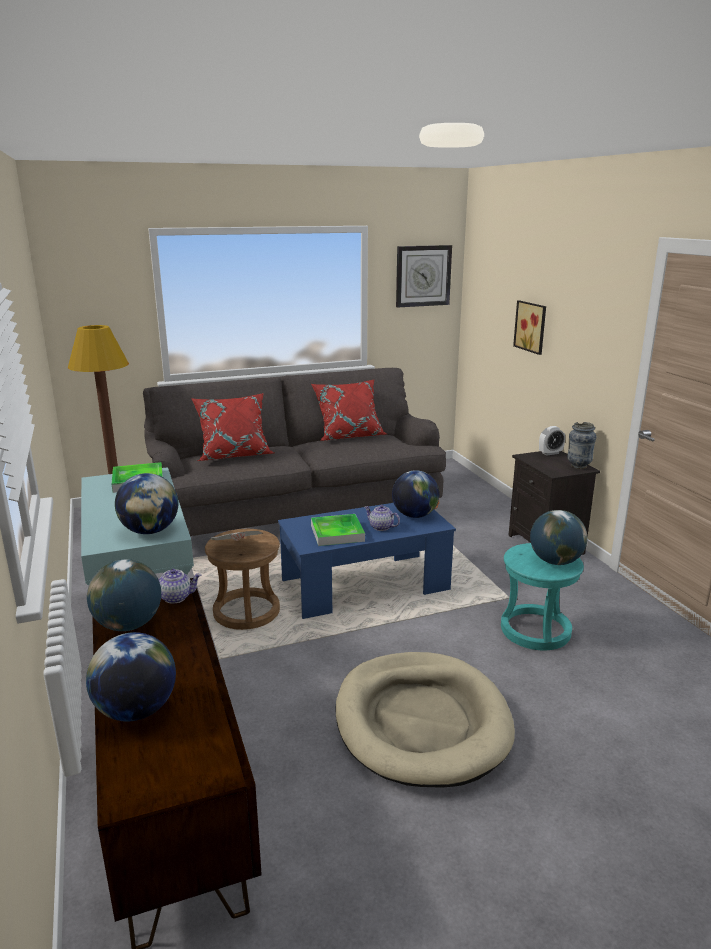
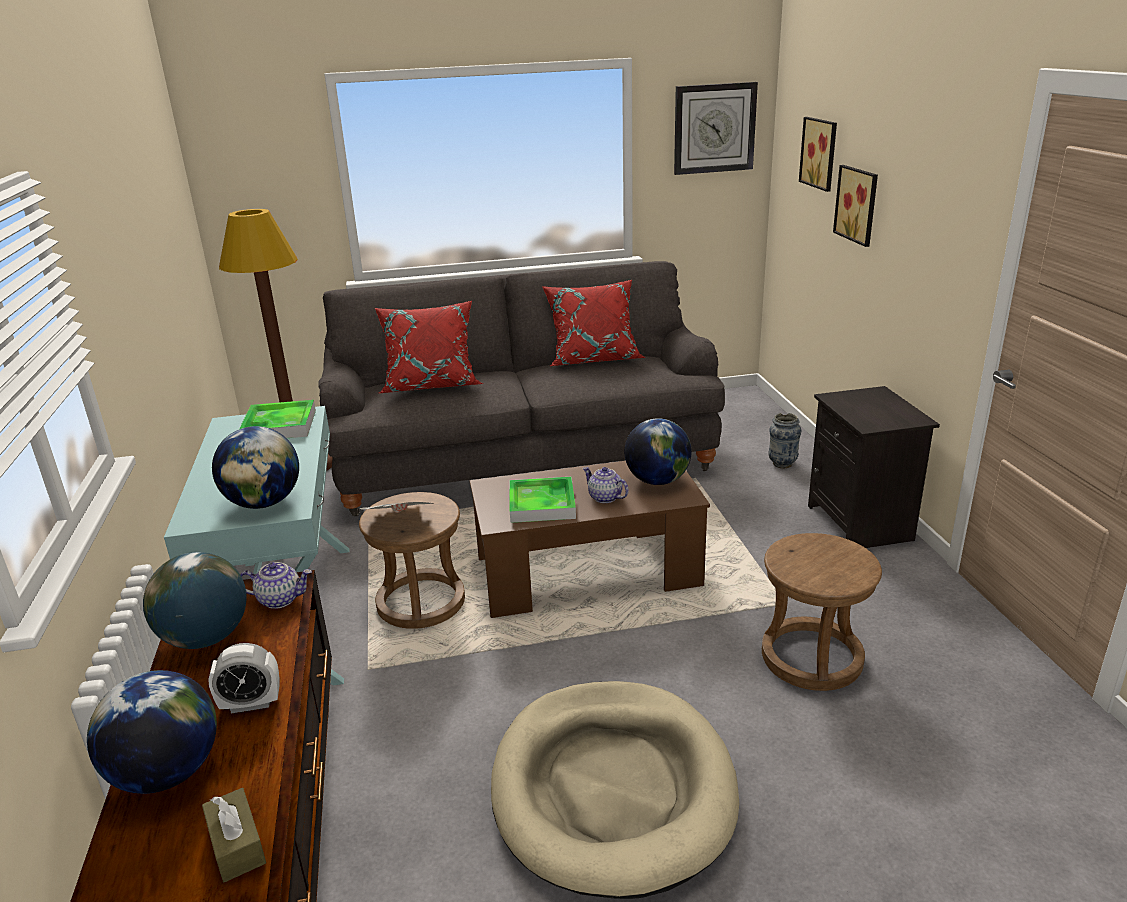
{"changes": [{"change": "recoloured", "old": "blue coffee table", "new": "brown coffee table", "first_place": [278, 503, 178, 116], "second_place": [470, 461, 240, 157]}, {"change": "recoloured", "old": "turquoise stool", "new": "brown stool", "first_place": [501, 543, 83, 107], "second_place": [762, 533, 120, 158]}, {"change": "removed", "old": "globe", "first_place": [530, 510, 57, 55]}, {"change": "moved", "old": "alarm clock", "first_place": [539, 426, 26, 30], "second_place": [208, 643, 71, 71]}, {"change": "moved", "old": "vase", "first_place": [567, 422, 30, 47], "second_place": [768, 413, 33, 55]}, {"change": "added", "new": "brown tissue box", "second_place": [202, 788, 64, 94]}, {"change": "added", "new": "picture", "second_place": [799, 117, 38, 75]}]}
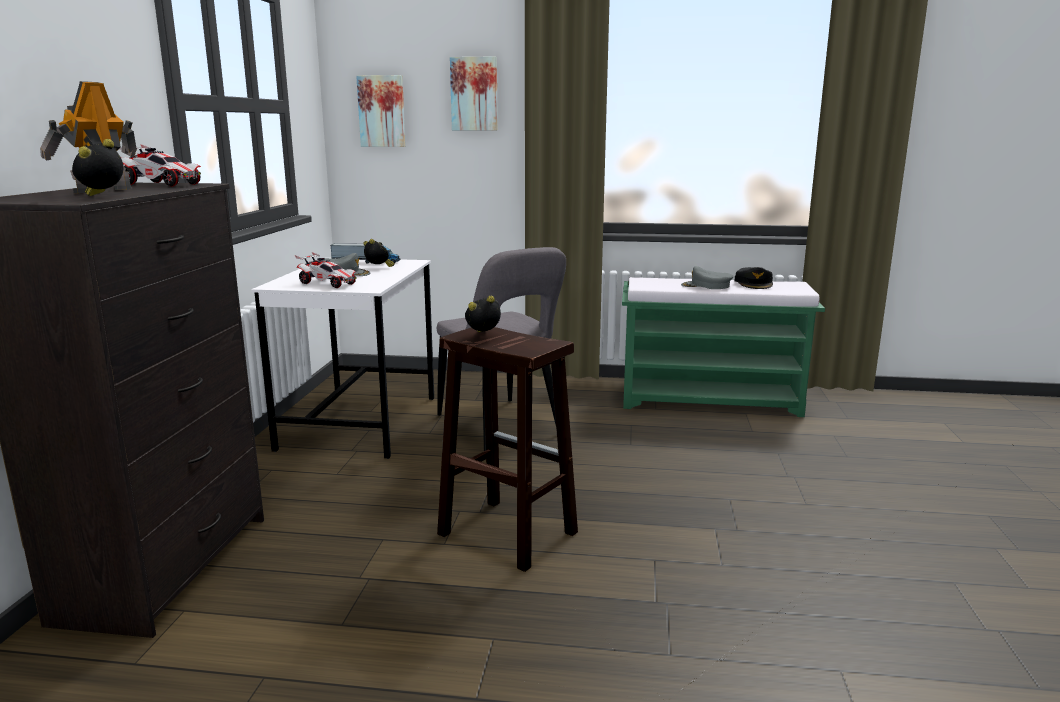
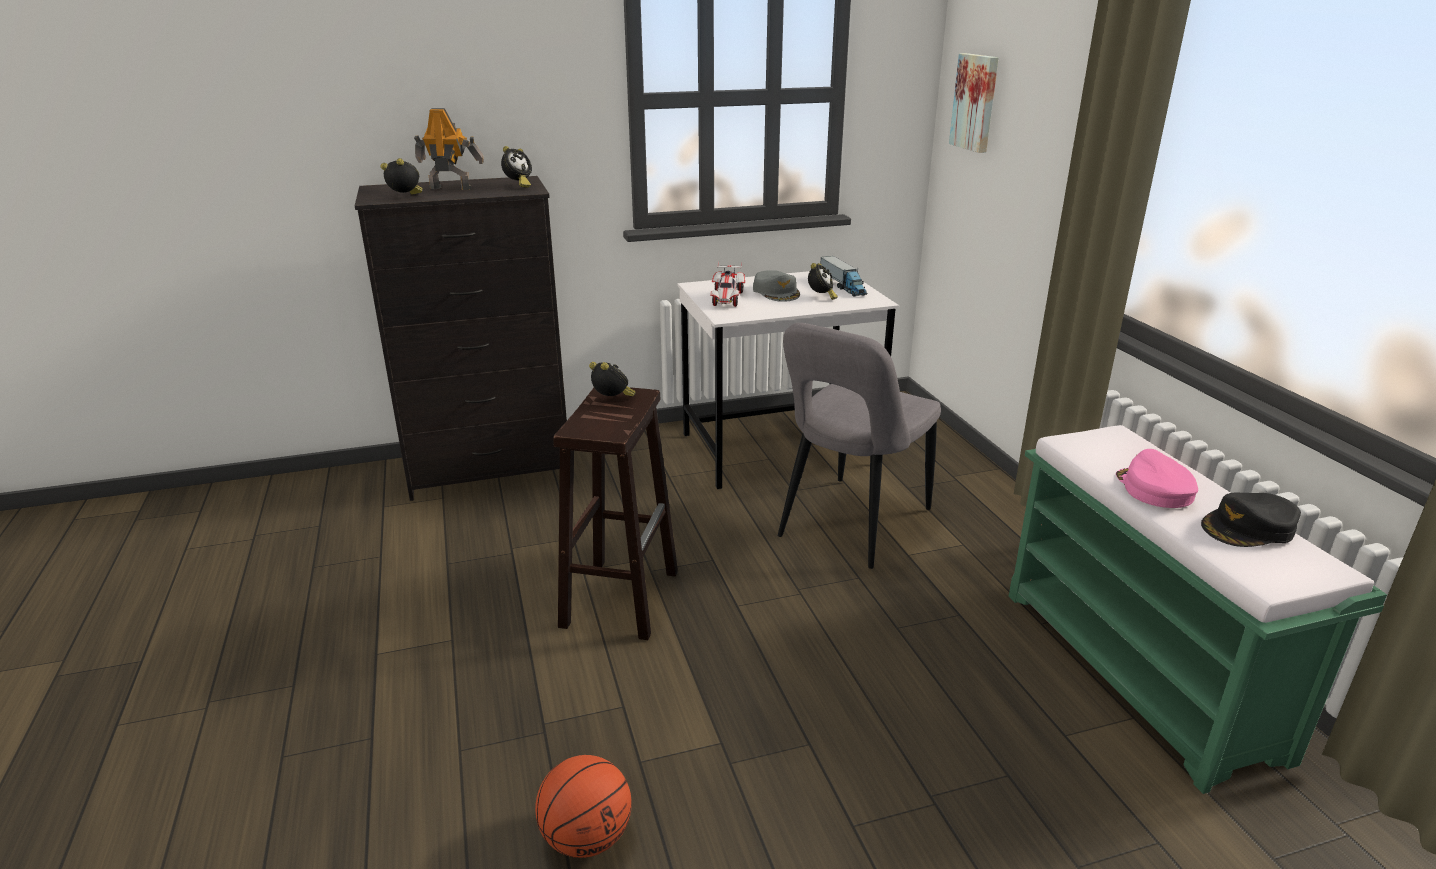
{"changes": [{"change": "replaced", "old": "toy car", "new": "alarm clock", "first_place": [119, 144, 82, 43], "second_place": [501, 146, 31, 42]}, {"change": "removed", "old": "picture", "first_place": [450, 56, 48, 74]}, {"change": "recoloured", "old": "grey cap", "new": "pink cap", "first_place": [681, 266, 52, 23], "second_place": [1116, 449, 82, 59]}, {"change": "added", "new": "basketball", "second_place": [535, 755, 97, 103]}]}
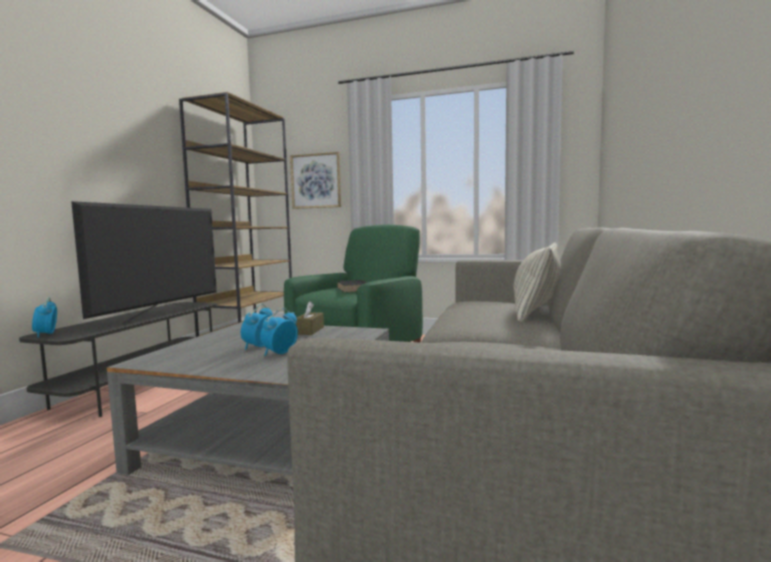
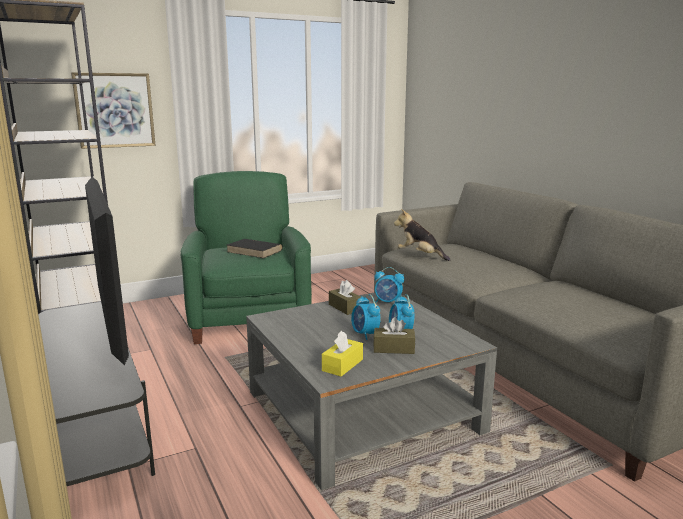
{"changes": [{"change": "moved", "old": "alarm clock", "first_place": [32, 297, 25, 41], "second_place": [374, 267, 30, 36]}, {"change": "removed", "old": "pillow", "first_place": [514, 242, 47, 80]}, {"change": "added", "new": "yellow tissue box", "second_place": [322, 331, 41, 45]}, {"change": "added", "new": "brown tissue box", "second_place": [373, 317, 42, 37]}, {"change": "added", "new": "plush toy", "second_place": [394, 209, 56, 52]}]}
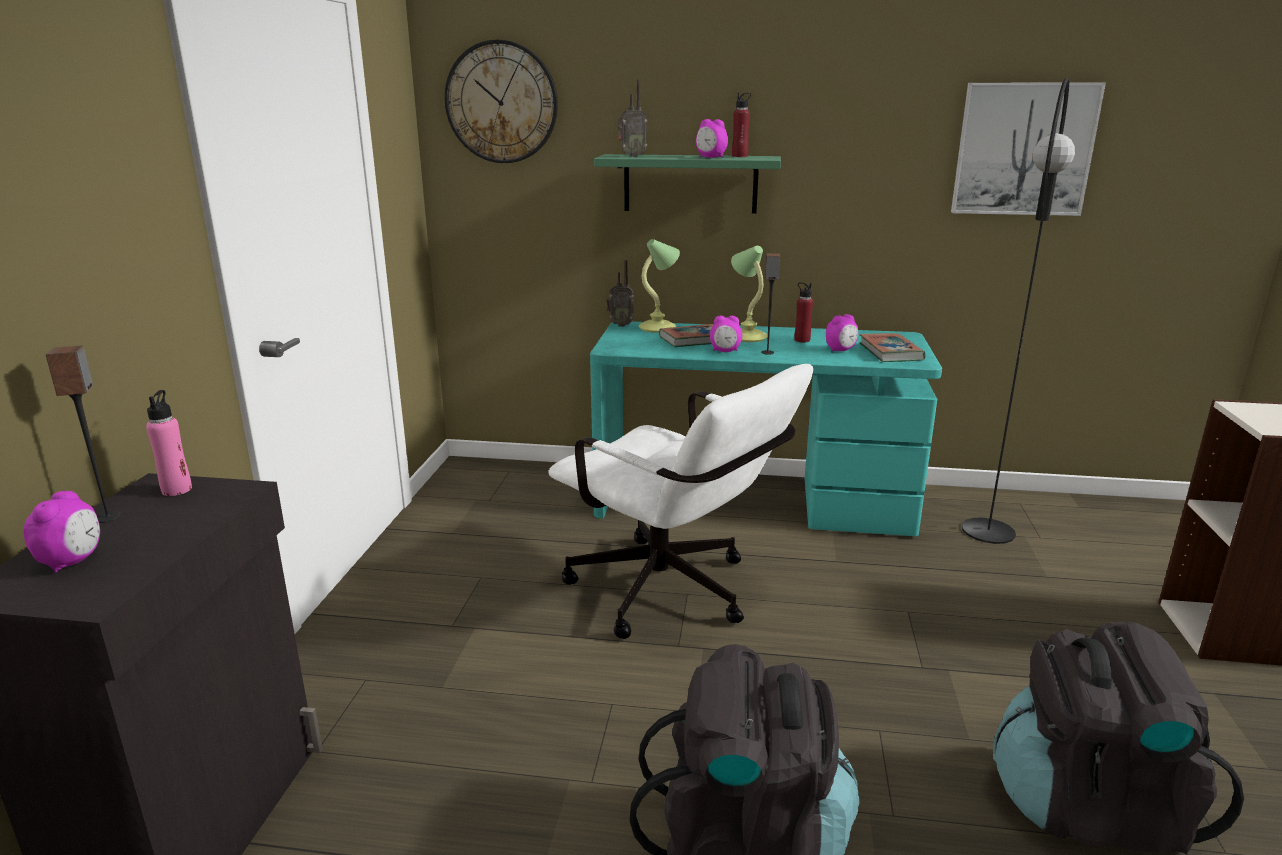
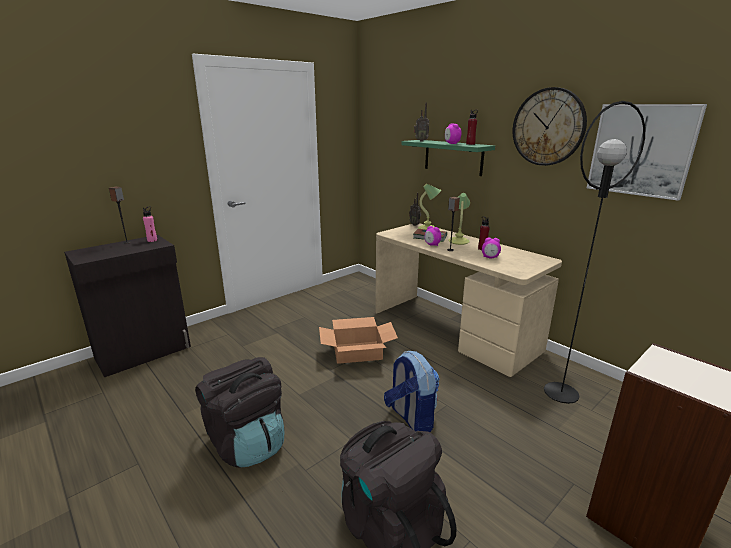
{"changes": [{"change": "removed", "old": "alarm clock", "first_place": [23, 491, 77, 82]}, {"change": "moved", "old": "wall clock", "first_place": [444, 39, 114, 124], "second_place": [513, 87, 74, 79]}, {"change": "replaced", "old": "white office chair", "new": "cardboard box", "first_place": [548, 364, 265, 275], "second_place": [319, 317, 79, 47]}, {"change": "recoloured", "old": "turquoise desk", "new": "beige desk", "first_place": [590, 322, 352, 214], "second_place": [375, 224, 187, 153]}, {"change": "removed", "old": "book", "first_place": [860, 333, 66, 29]}, {"change": "added", "new": "backpack", "second_place": [384, 351, 56, 81]}]}
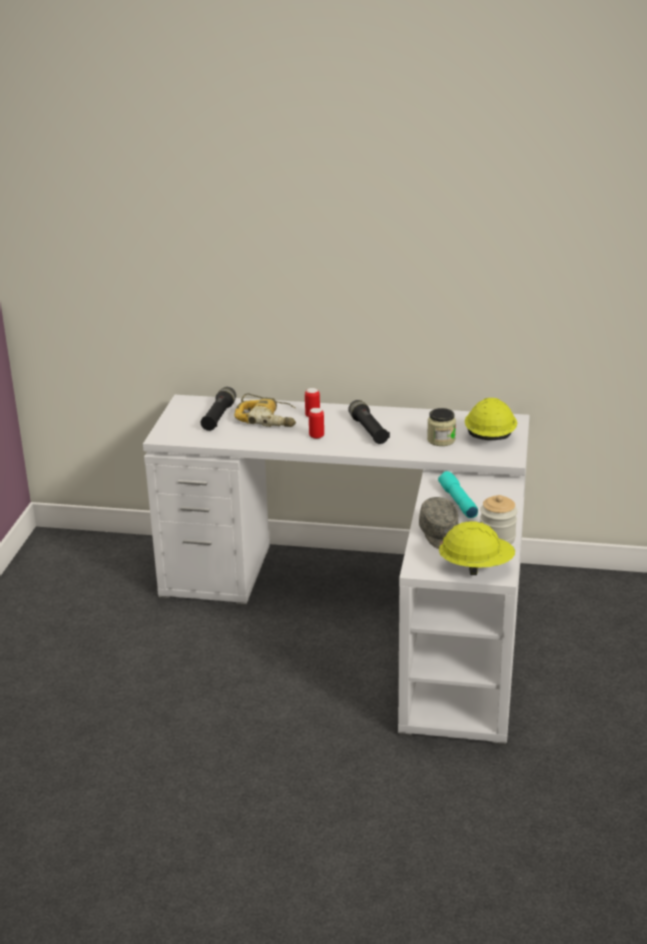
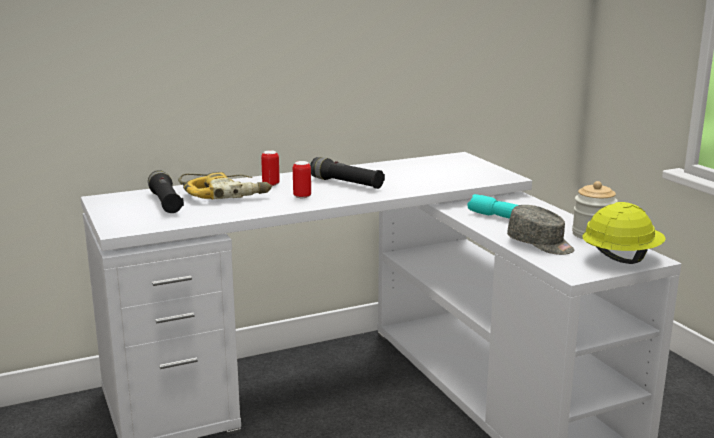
{"changes": [{"change": "removed", "old": "jar", "first_place": [427, 408, 29, 38]}, {"change": "removed", "old": "yellow hard hat", "first_place": [465, 398, 52, 42]}]}
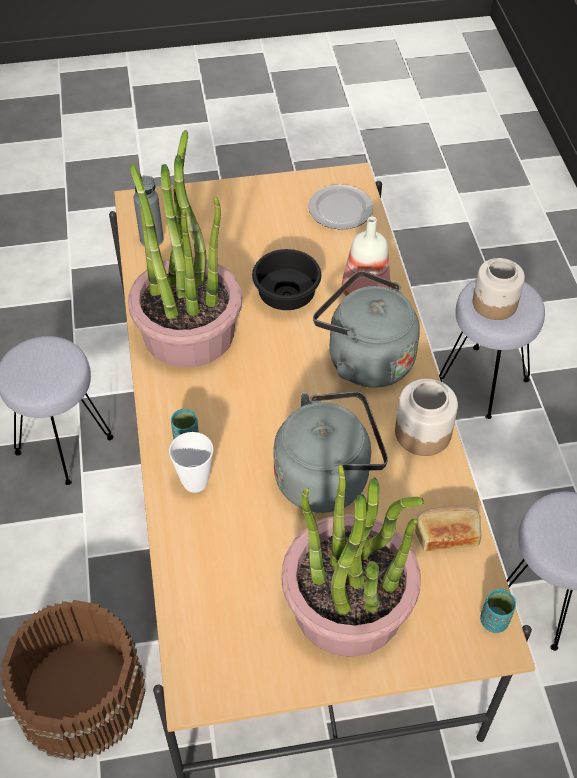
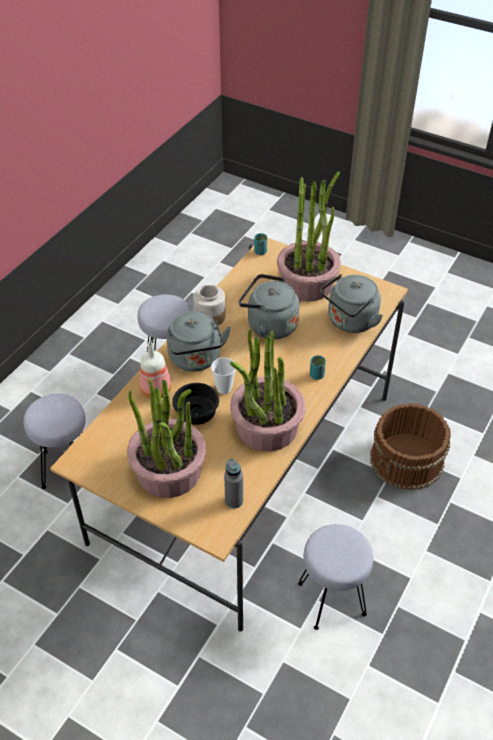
{"changes": [{"change": "moved", "old": "cup", "first_place": [169, 432, 44, 61], "second_place": [211, 358, 25, 36]}, {"change": "removed", "old": "plate", "first_place": [308, 185, 65, 45]}, {"change": "removed", "old": "bread", "first_place": [415, 506, 66, 45]}, {"change": "removed", "old": "jar", "first_place": [473, 258, 52, 62]}, {"change": "added", "new": "potted plant", "second_place": [127, 378, 79, 120]}, {"change": "added", "new": "grey kettle", "second_place": [320, 274, 63, 59]}]}
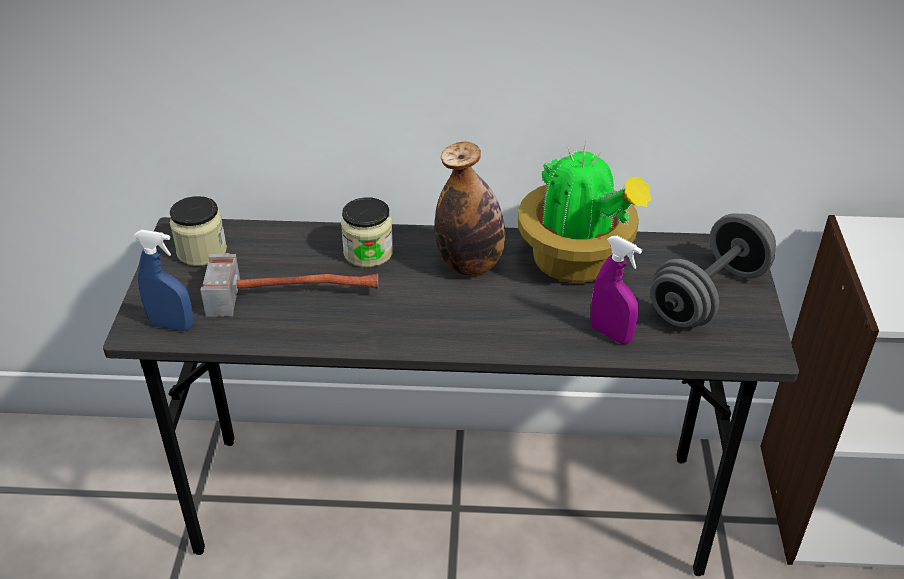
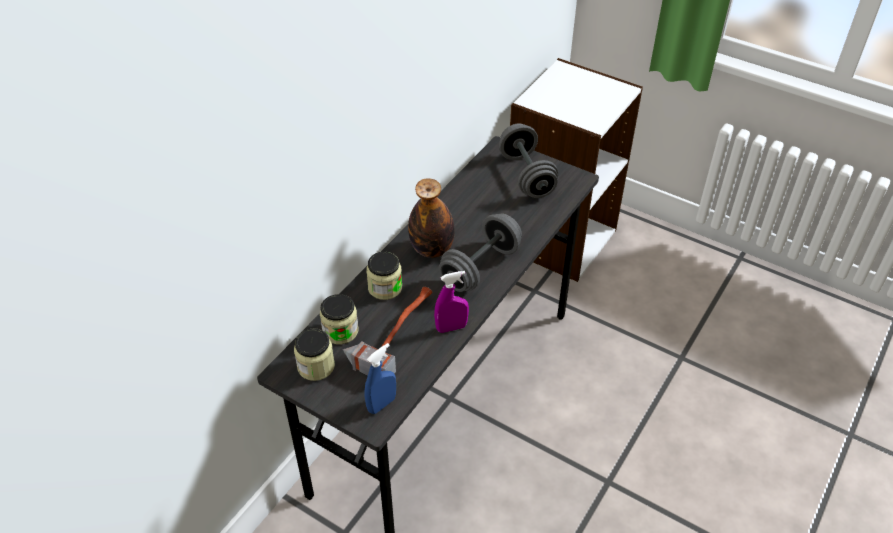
{"changes": [{"change": "removed", "old": "potted plant", "first_place": [518, 142, 134, 141]}, {"change": "moved", "old": "purple spray bottle", "first_place": [591, 236, 51, 108], "second_place": [434, 271, 35, 62]}, {"change": "added", "new": "jar", "second_place": [320, 294, 39, 50]}, {"change": "added", "new": "grey dumbbell", "second_place": [439, 214, 83, 78]}]}
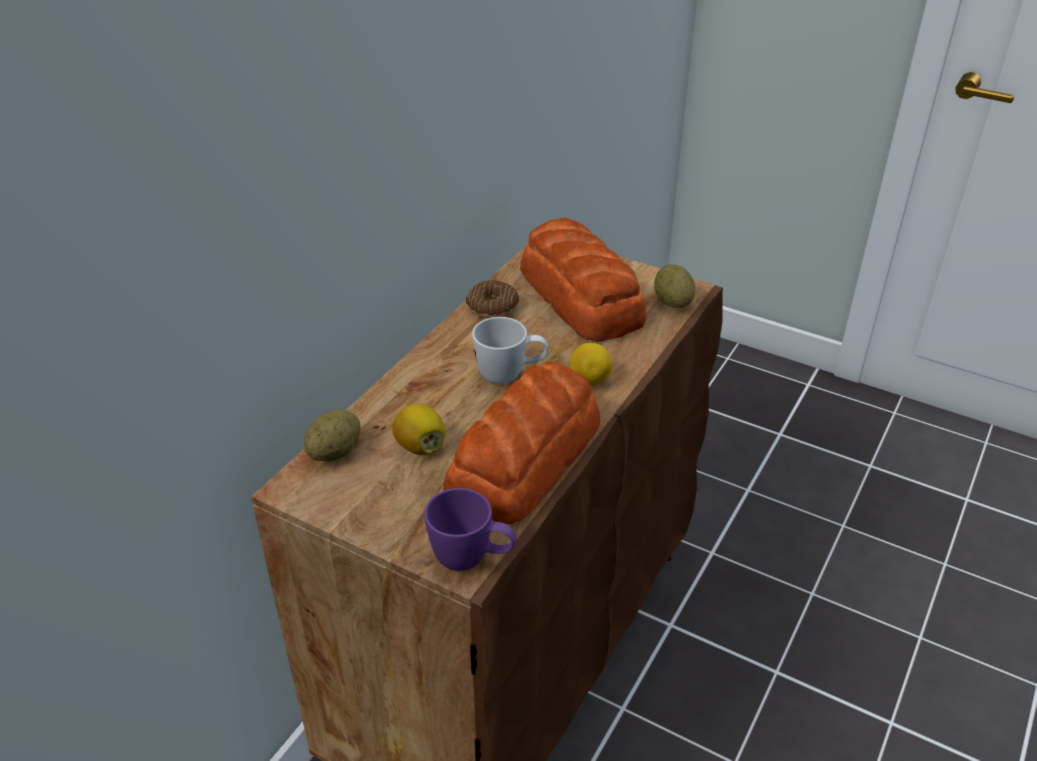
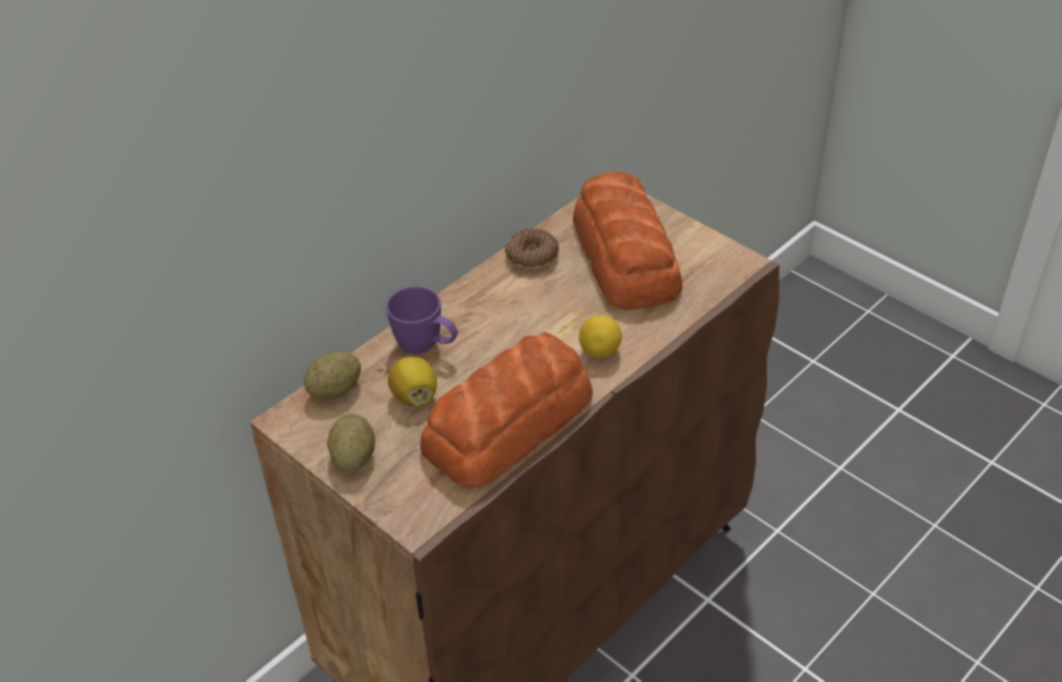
{"changes": [{"change": "moved", "old": "purple mug", "first_place": [424, 488, 93, 83], "second_place": [386, 286, 72, 68]}, {"change": "removed", "old": "white mug", "first_place": [472, 317, 76, 67]}, {"change": "moved", "old": "potato", "first_place": [654, 264, 41, 44], "second_place": [327, 413, 48, 58]}]}
